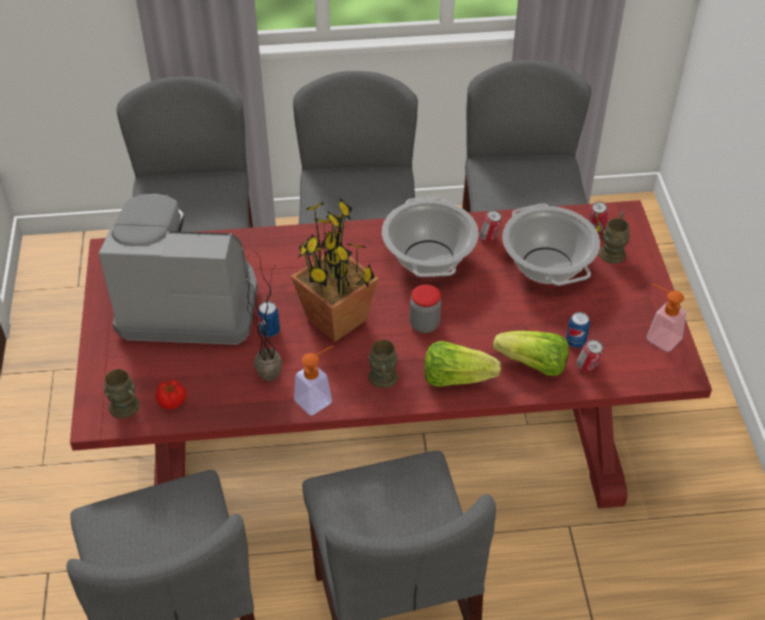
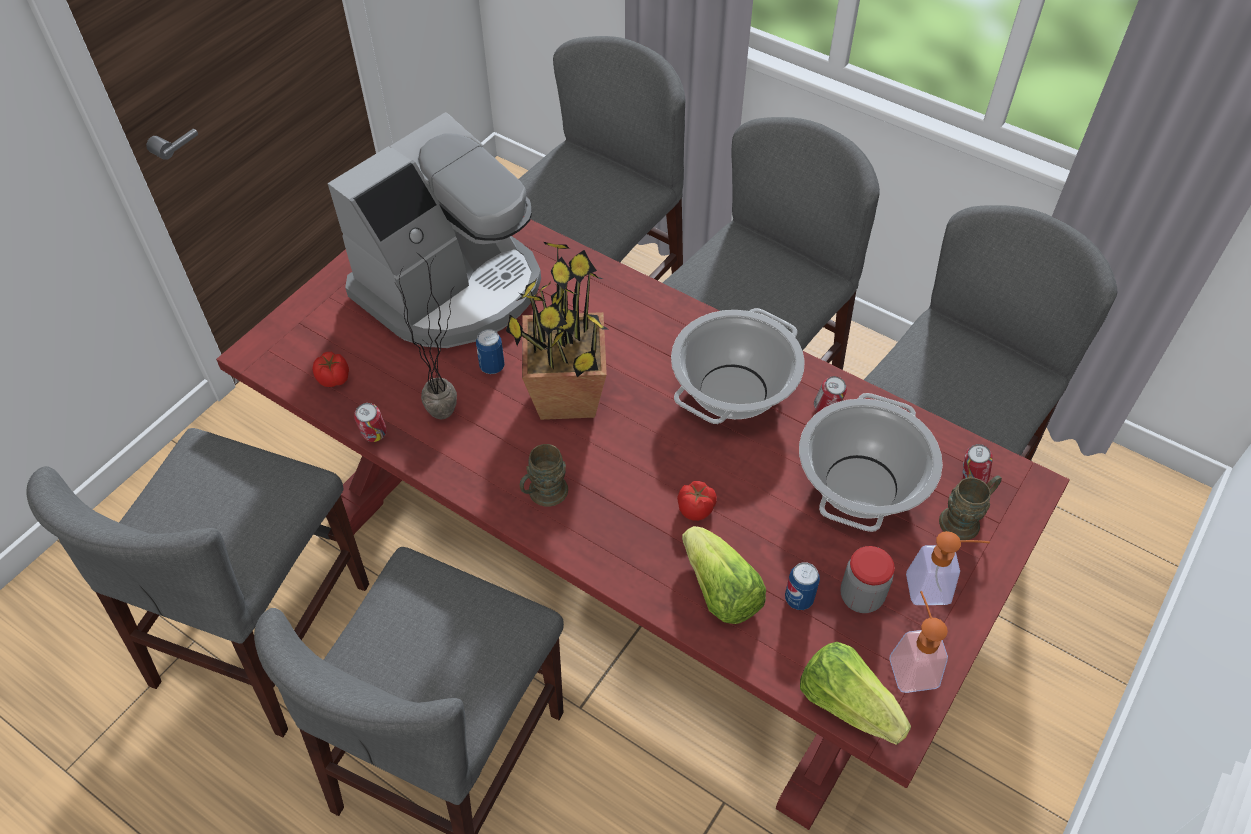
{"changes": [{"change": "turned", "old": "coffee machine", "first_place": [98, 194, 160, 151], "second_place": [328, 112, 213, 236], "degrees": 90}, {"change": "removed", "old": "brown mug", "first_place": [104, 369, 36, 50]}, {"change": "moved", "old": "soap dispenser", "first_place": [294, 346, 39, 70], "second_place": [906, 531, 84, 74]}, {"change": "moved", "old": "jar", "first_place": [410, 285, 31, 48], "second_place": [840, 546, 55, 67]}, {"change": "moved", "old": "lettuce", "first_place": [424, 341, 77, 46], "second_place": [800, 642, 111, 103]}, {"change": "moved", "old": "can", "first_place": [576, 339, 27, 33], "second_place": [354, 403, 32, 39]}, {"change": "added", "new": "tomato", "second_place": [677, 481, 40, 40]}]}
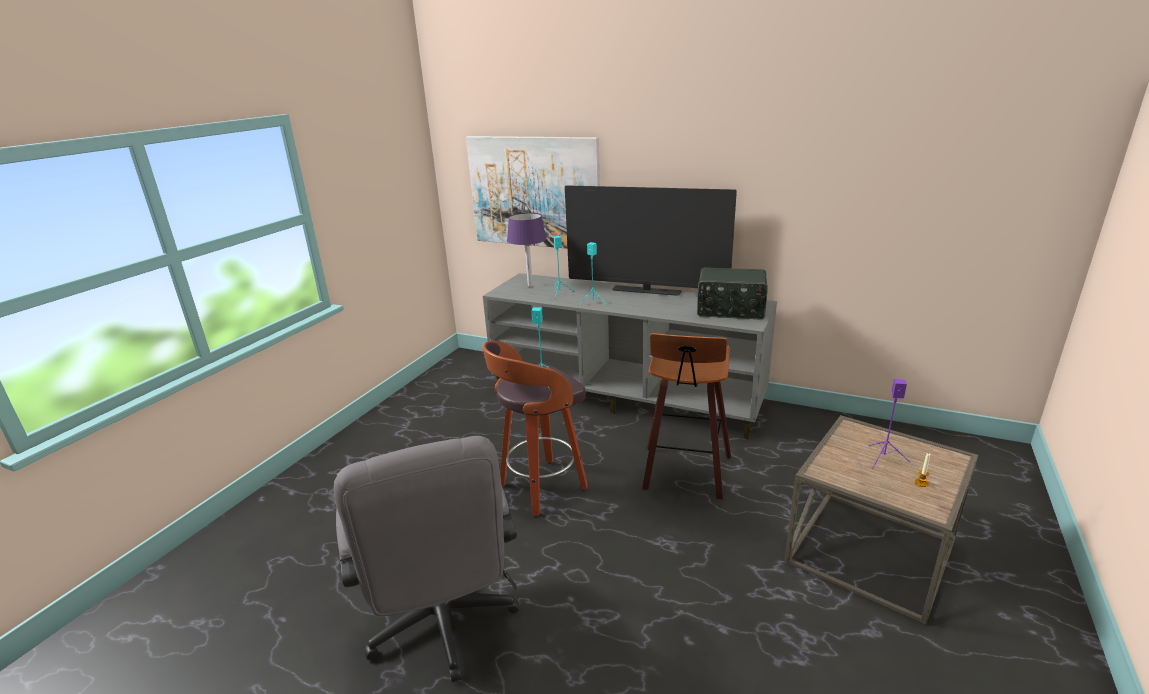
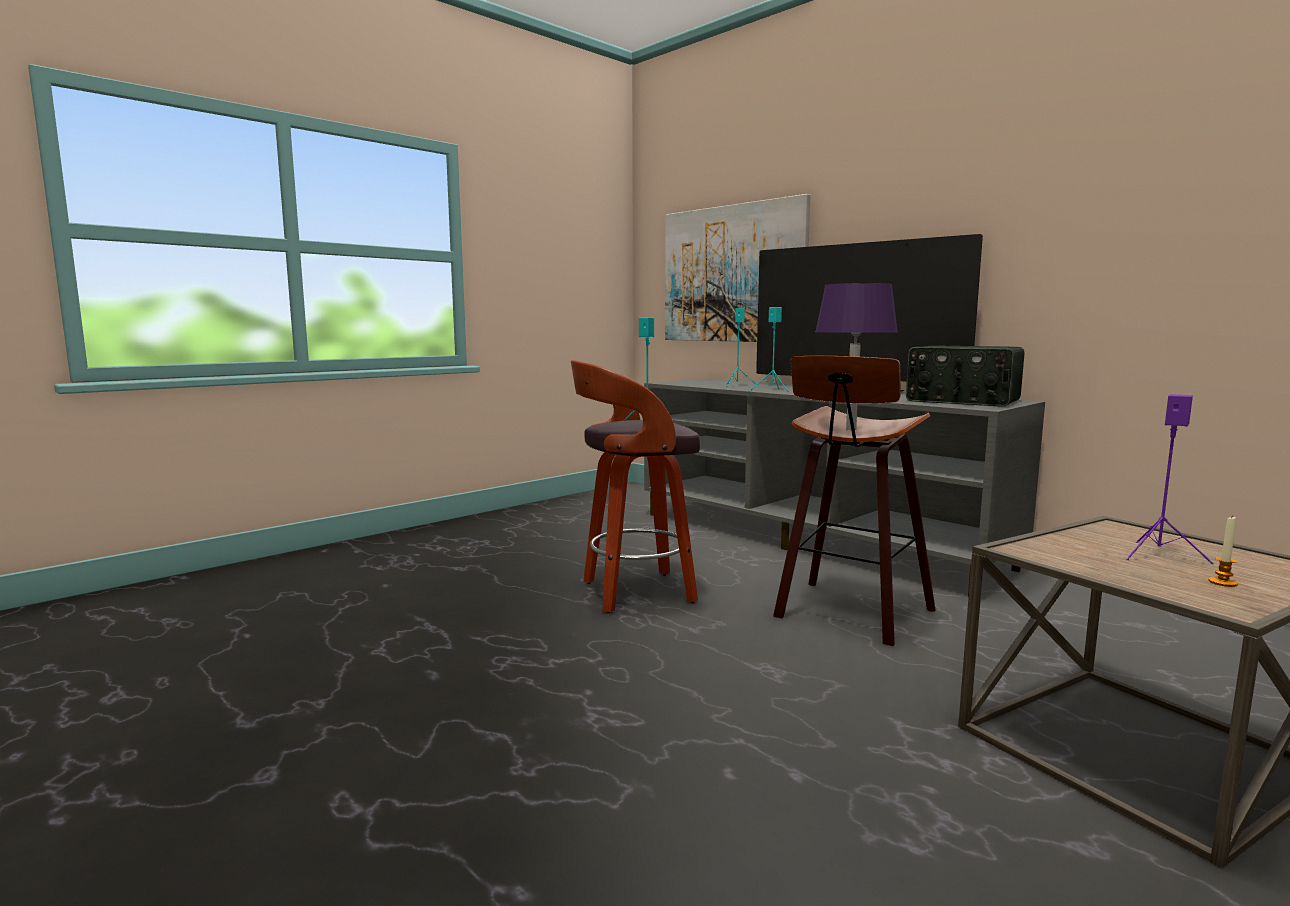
{"changes": [{"change": "removed", "old": "grey office chair", "first_place": [333, 436, 186, 246]}, {"change": "moved", "old": "purple table lamp", "first_place": [507, 213, 40, 74], "second_place": [815, 283, 83, 147]}]}
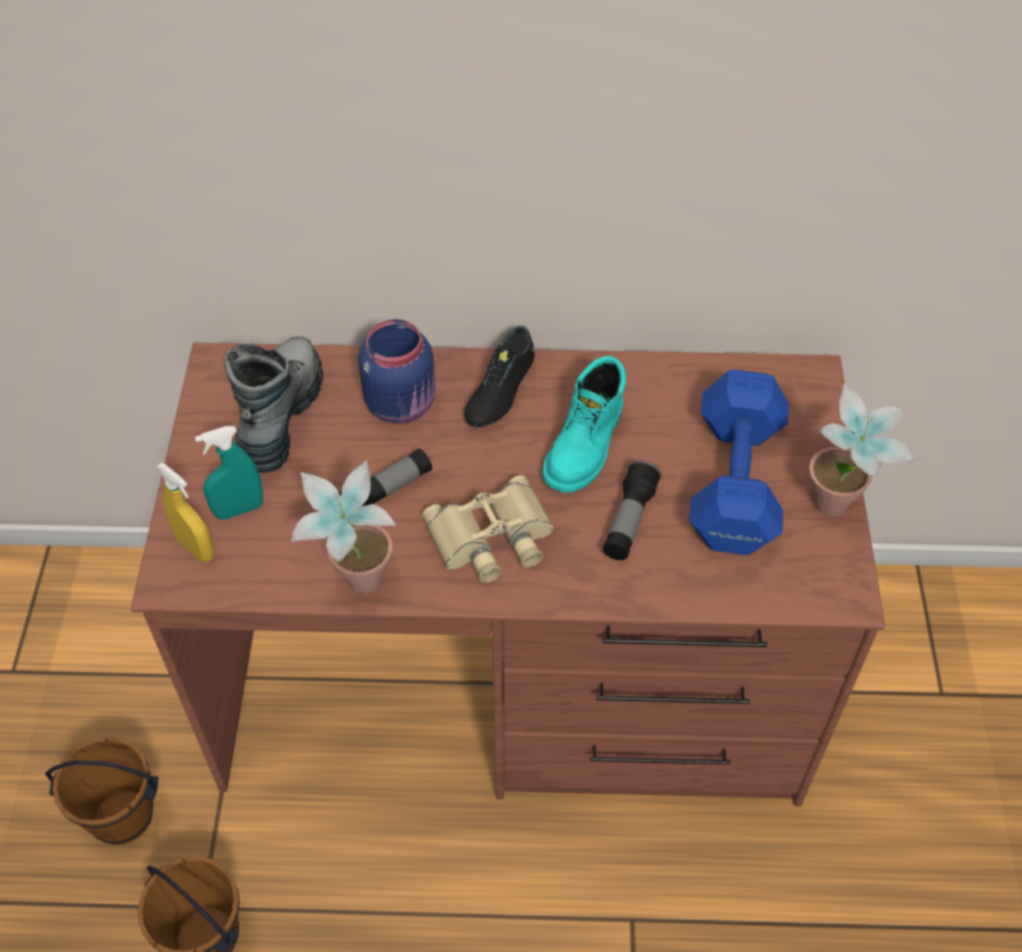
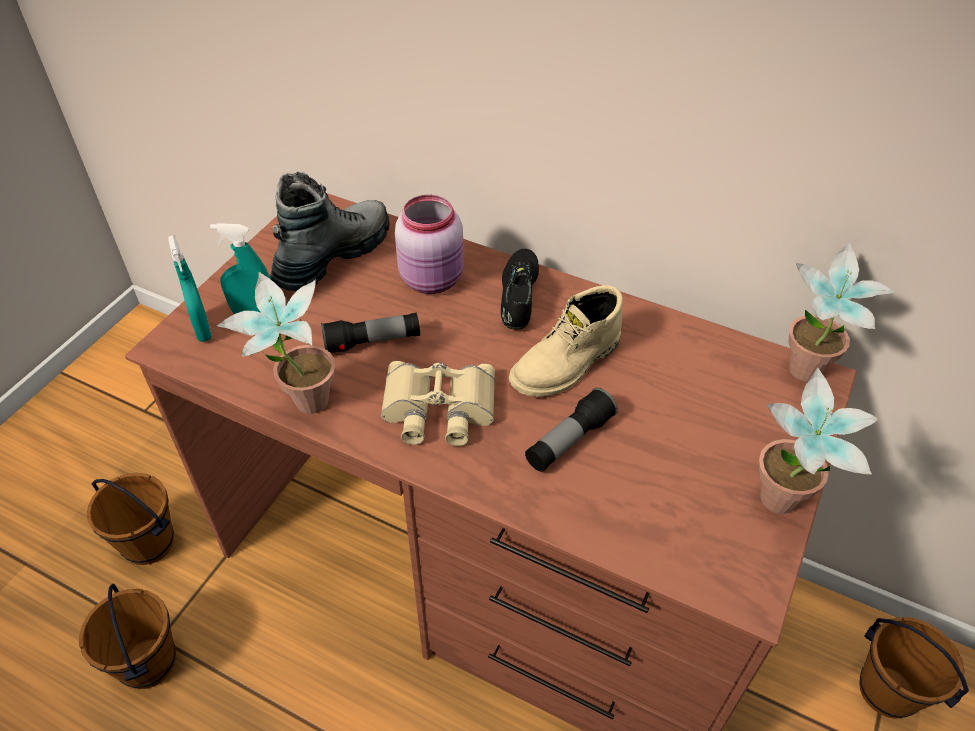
{"changes": [{"change": "recoloured", "old": "yellow spray bottle", "new": "turquoise spray bottle", "first_place": [156, 463, 58, 99], "second_place": [168, 235, 44, 107]}, {"change": "recoloured", "old": "blue jar", "new": "pink jar", "first_place": [358, 319, 78, 105], "second_place": [395, 195, 69, 99]}, {"change": "turned", "old": "black shoe", "first_place": [464, 325, 71, 102], "second_place": [501, 249, 38, 81], "degrees": 135}, {"change": "recoloured", "old": "turquoise boot", "new": "beige boot", "first_place": [543, 356, 83, 137], "second_place": [509, 285, 114, 112]}, {"change": "removed", "old": "blue dumbbell", "first_place": [689, 370, 100, 185]}, {"change": "added", "new": "potted plant", "second_place": [788, 242, 107, 140]}, {"change": "added", "new": "brown bucket", "second_place": [859, 617, 110, 102]}]}
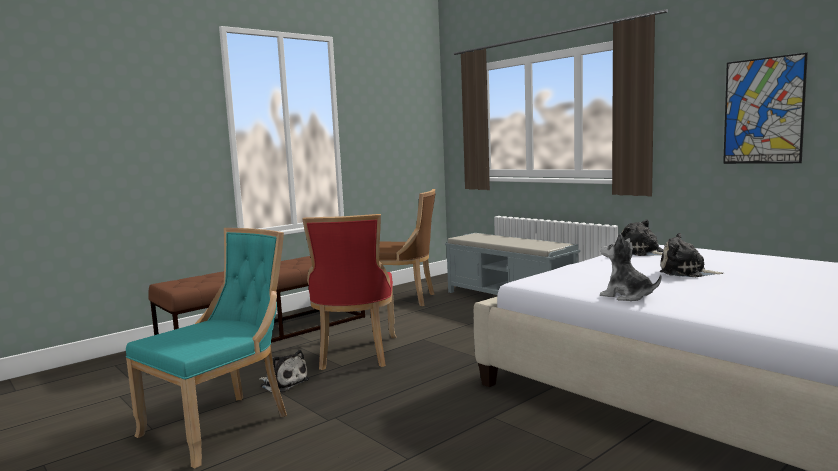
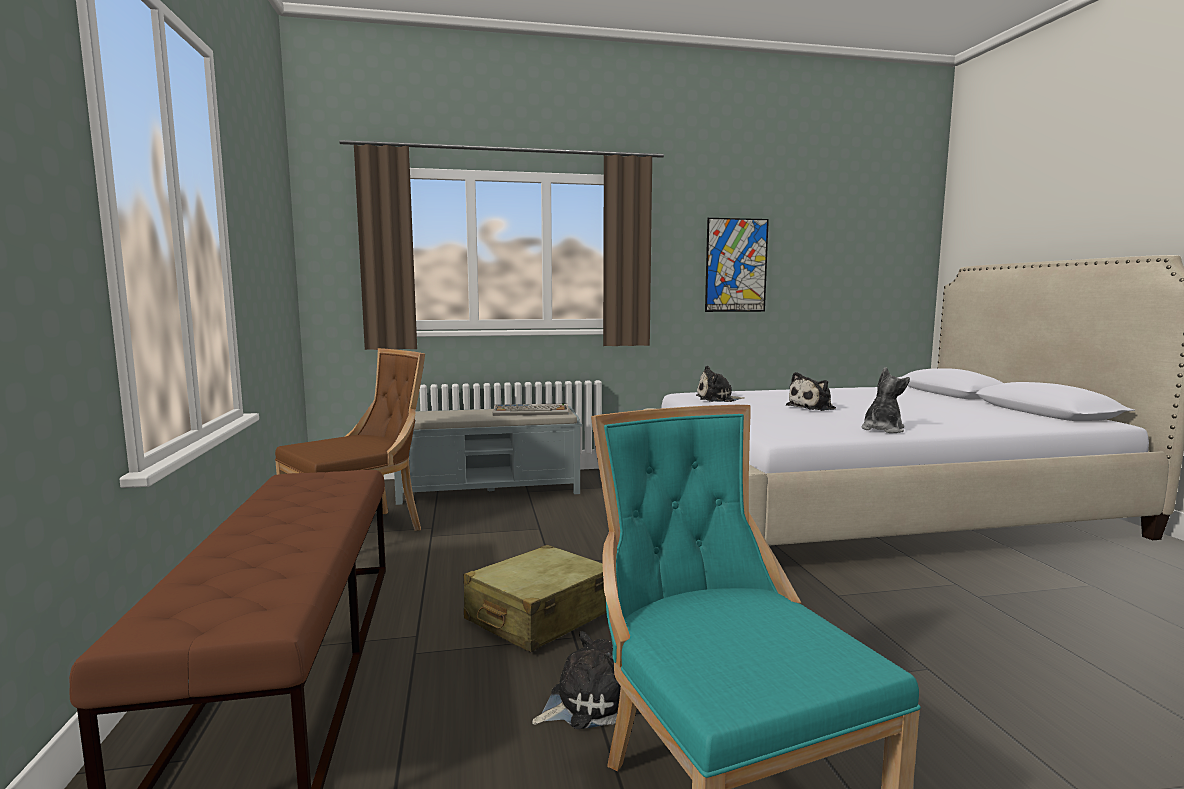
{"changes": [{"change": "replaced", "old": "red chair", "new": "beige suitcase", "first_place": [303, 214, 93, 156], "second_place": [464, 545, 143, 107]}, {"change": "turned", "old": "plush toy", "first_place": [600, 233, 61, 68], "second_place": [861, 367, 49, 66], "degrees": 150}, {"change": "added", "new": "keyboard", "second_place": [493, 404, 76, 12]}]}
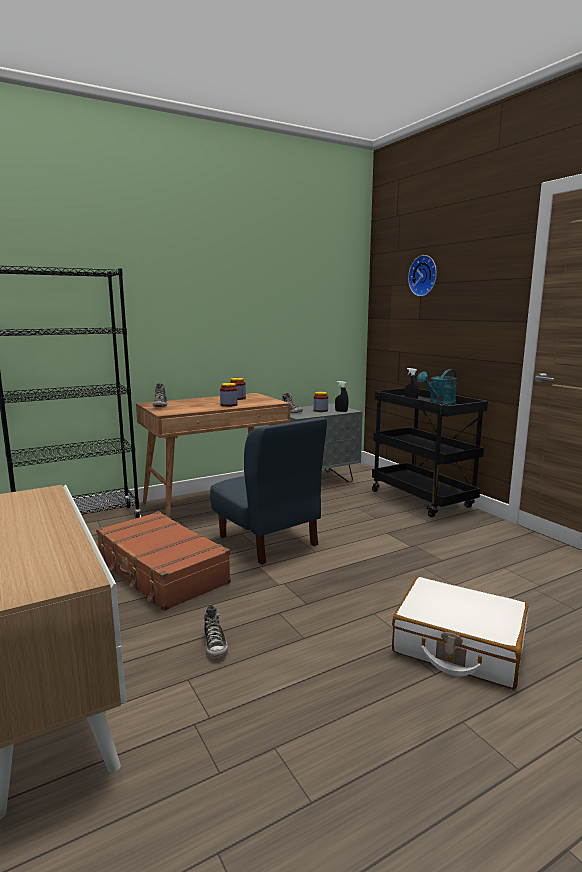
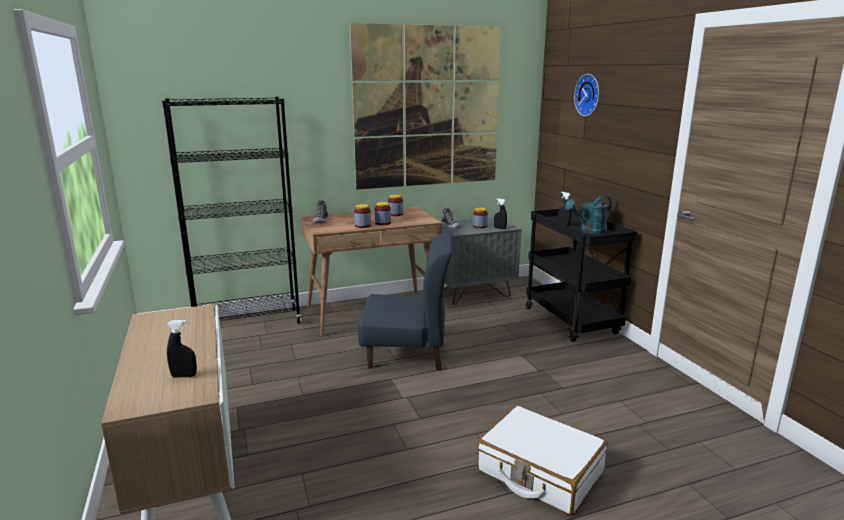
{"changes": [{"change": "removed", "old": "brown suitcase", "first_place": [96, 511, 135, 100]}, {"change": "removed", "old": "shoe", "first_place": [204, 604, 24, 54]}, {"change": "turned", "old": "blue chair", "first_place": [210, 417, 117, 148], "second_place": [358, 232, 94, 139], "degrees": -60}, {"change": "added", "new": "black spray bottle", "second_place": [167, 320, 30, 58]}, {"change": "added", "new": "picture", "second_place": [350, 23, 151, 167]}, {"change": "added", "new": "jar", "second_place": [354, 204, 17, 24]}]}
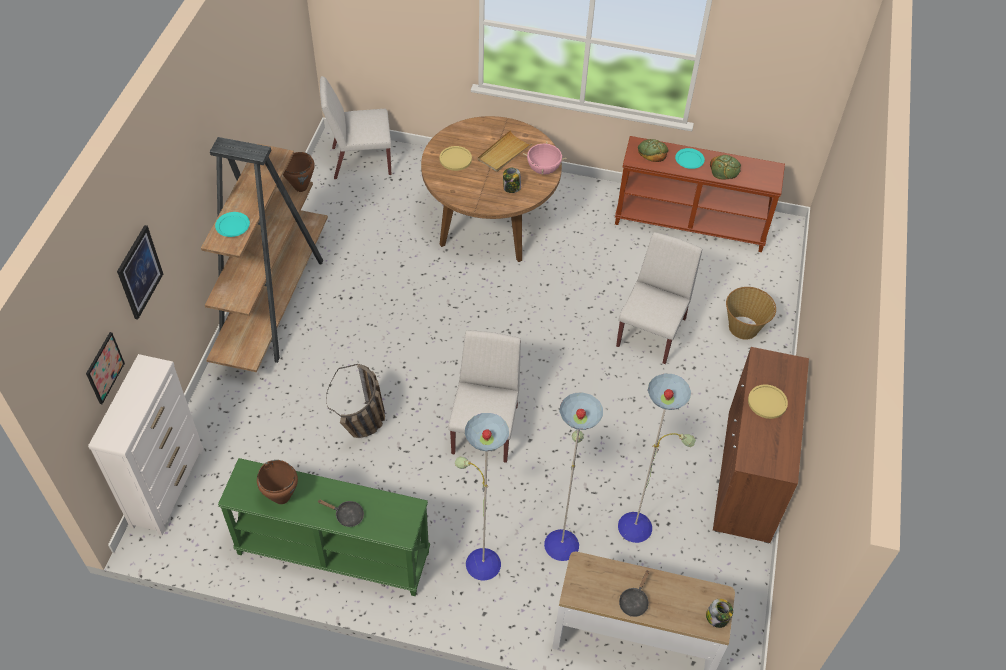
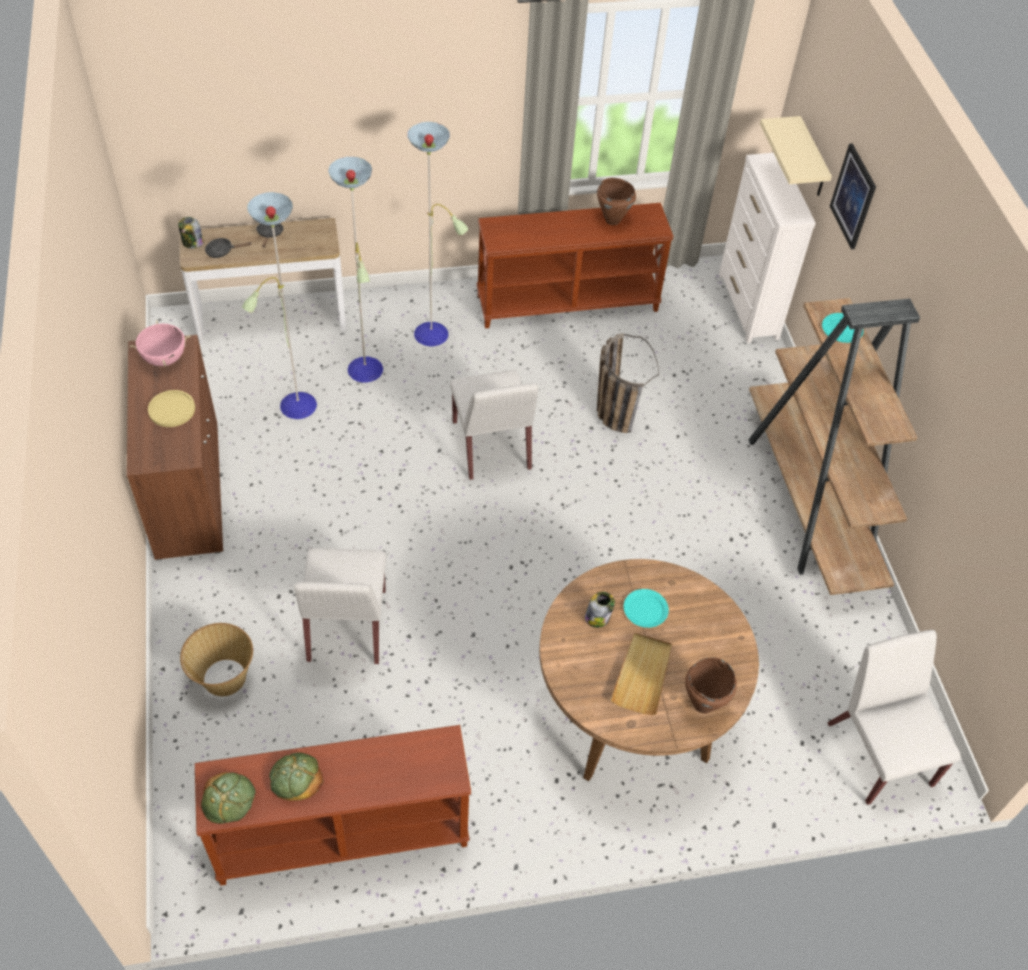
{"changes": [{"change": "replaced", "old": "picture", "new": "beige shelf", "first_place": [86, 332, 39, 72], "second_place": [760, 116, 72, 80]}, {"change": "recoloured", "old": "green console table", "new": "brown console table", "first_place": [218, 458, 212, 138], "second_place": [477, 203, 197, 125]}, {"change": "moved", "old": "brown cooking pot", "first_place": [283, 152, 32, 40], "second_place": [685, 657, 52, 56]}, {"change": "moved", "old": "black frying pan", "first_place": [317, 500, 47, 27], "second_place": [205, 238, 47, 20]}, {"change": "turned", "old": "white chair", "first_place": [320, 76, 72, 103], "second_place": [827, 630, 134, 175], "degrees": -75}, {"change": "removed", "old": "yellow plate", "first_place": [439, 146, 33, 25]}, {"change": "moved", "old": "pink cooking pot", "first_place": [523, 141, 43, 34], "second_place": [130, 320, 60, 46]}, {"change": "moved", "old": "bread", "first_place": [638, 139, 31, 23], "second_place": [201, 773, 55, 51]}, {"change": "moved", "old": "turquoise plate", "first_place": [675, 148, 30, 21], "second_place": [624, 589, 45, 39]}]}
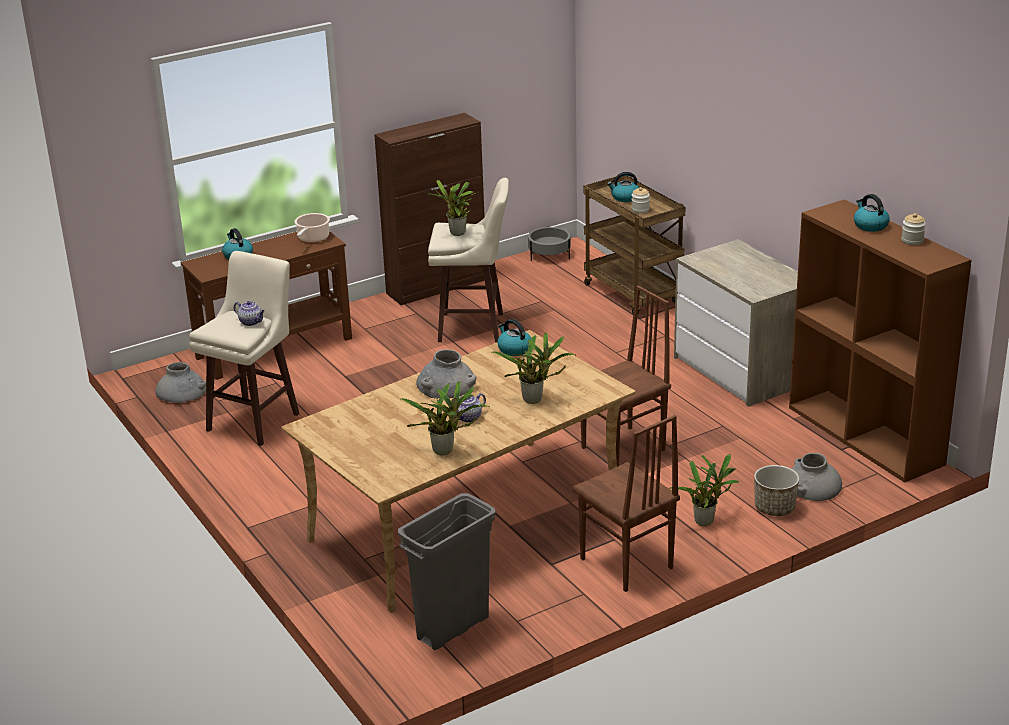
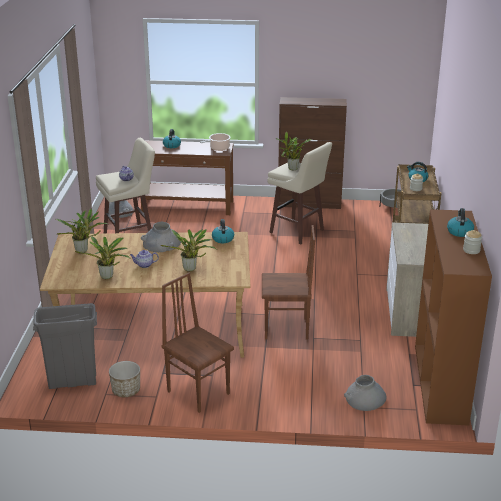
{"changes": [{"change": "turned", "old": "brown chair", "first_place": [573, 415, 107, 177], "second_place": [161, 273, 73, 140], "degrees": 135}, {"change": "moved", "old": "potted plant", "first_place": [669, 454, 70, 72], "second_place": [56, 209, 51, 44]}, {"change": "moved", "old": "planter", "first_place": [754, 465, 45, 51], "second_place": [109, 361, 31, 36]}]}
